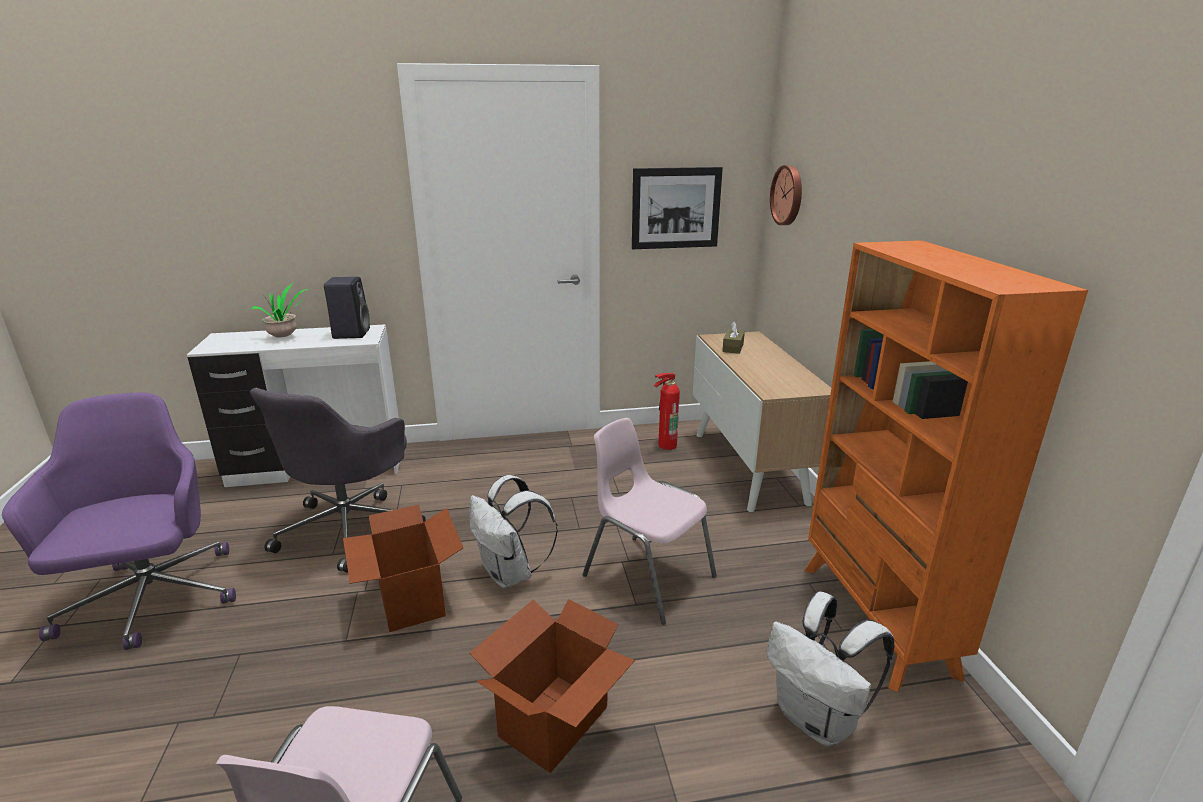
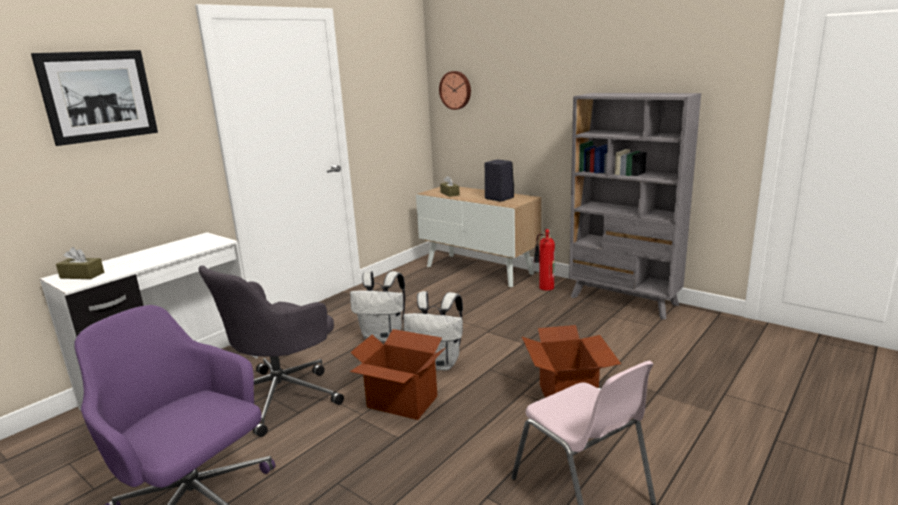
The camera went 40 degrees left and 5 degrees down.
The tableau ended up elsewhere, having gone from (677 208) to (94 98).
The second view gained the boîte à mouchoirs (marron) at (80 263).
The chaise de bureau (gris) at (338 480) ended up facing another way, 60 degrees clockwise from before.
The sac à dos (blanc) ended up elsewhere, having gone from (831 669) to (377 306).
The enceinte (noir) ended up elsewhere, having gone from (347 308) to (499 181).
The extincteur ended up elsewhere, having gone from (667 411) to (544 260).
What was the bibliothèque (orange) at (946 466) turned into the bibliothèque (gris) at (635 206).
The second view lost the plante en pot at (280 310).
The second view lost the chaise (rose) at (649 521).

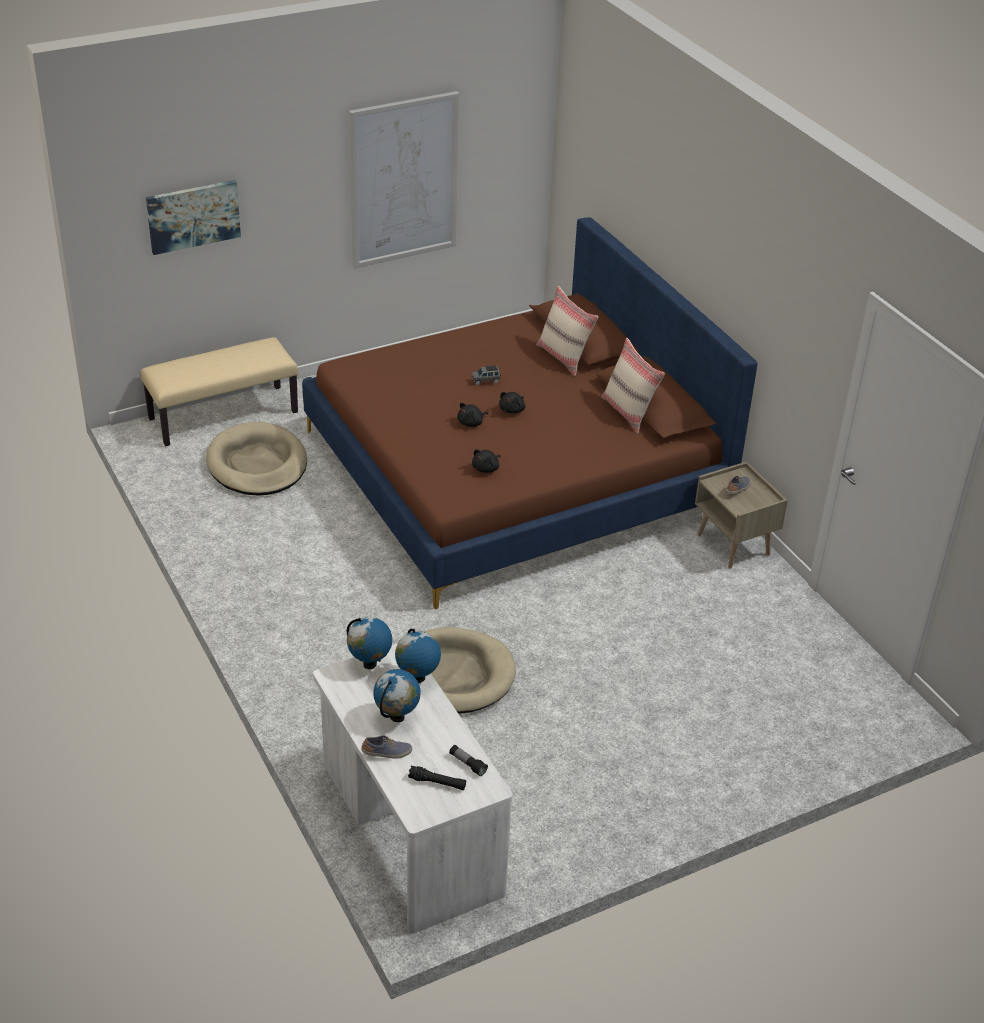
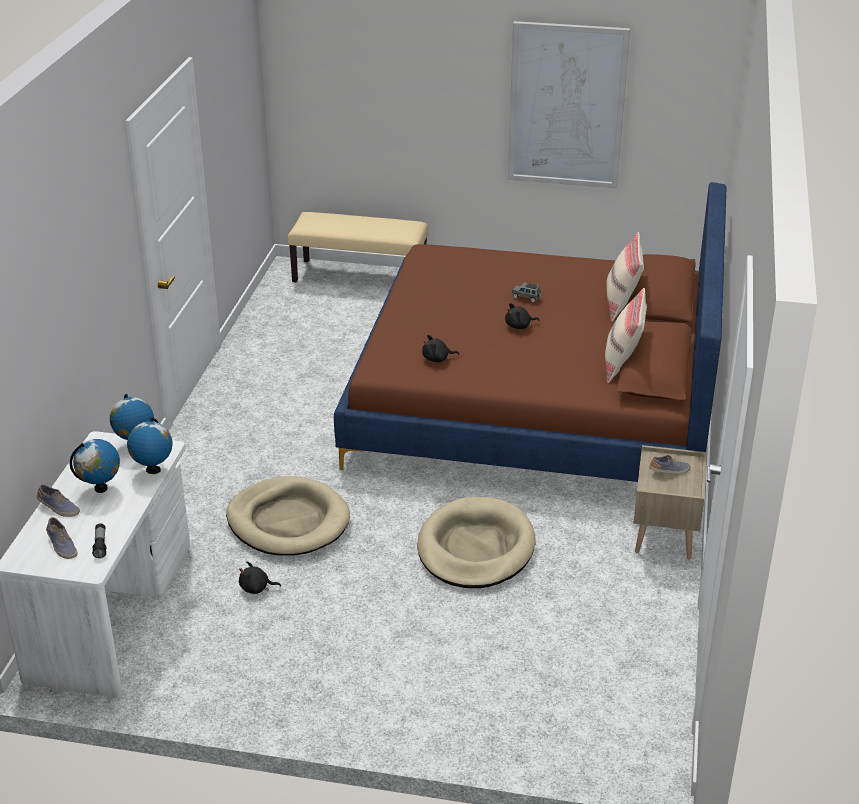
The camera went 40 degrees right and 5 degrees down.
Where the lampe de poche (noir) stood at (437 778), the chaussure came to stand at (61 538).
The peluche (noir) ended up elsewhere, having gone from (472 415) to (260 577).
The panier pour chien (beige) ended up elsewhere, having gone from (256 459) to (476 542).
The second view lost the tableau at (193 217).

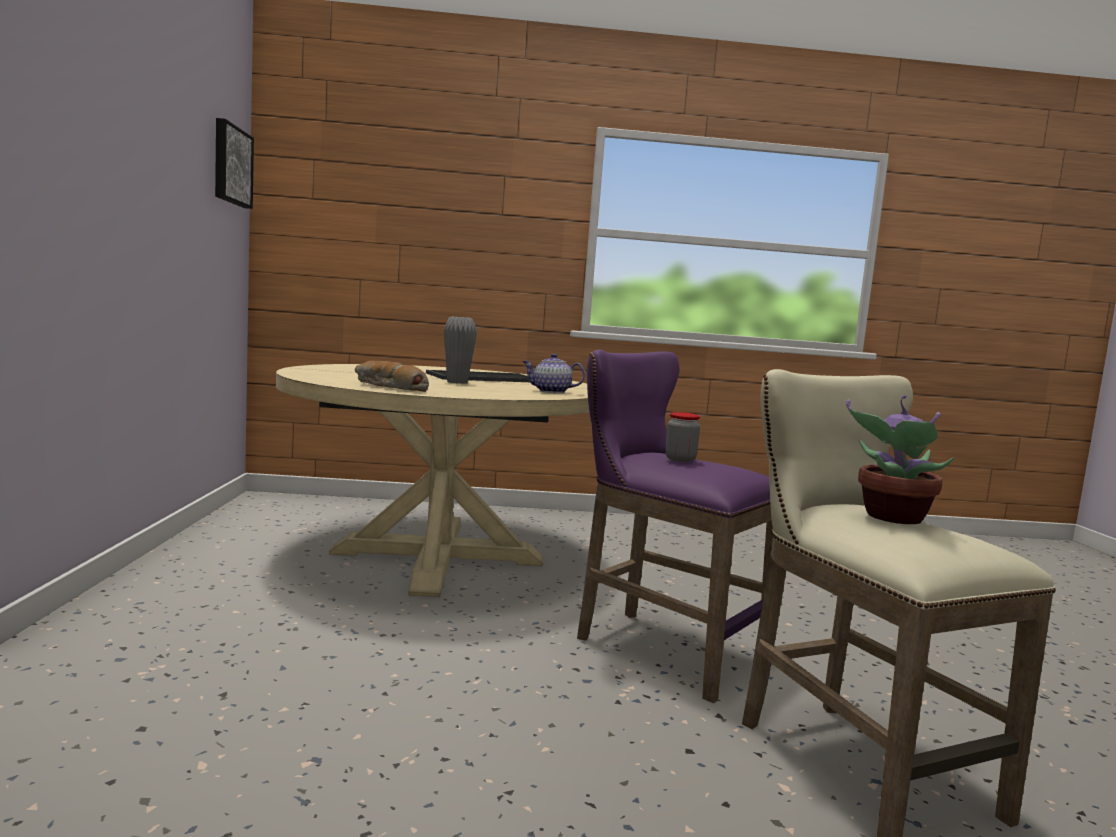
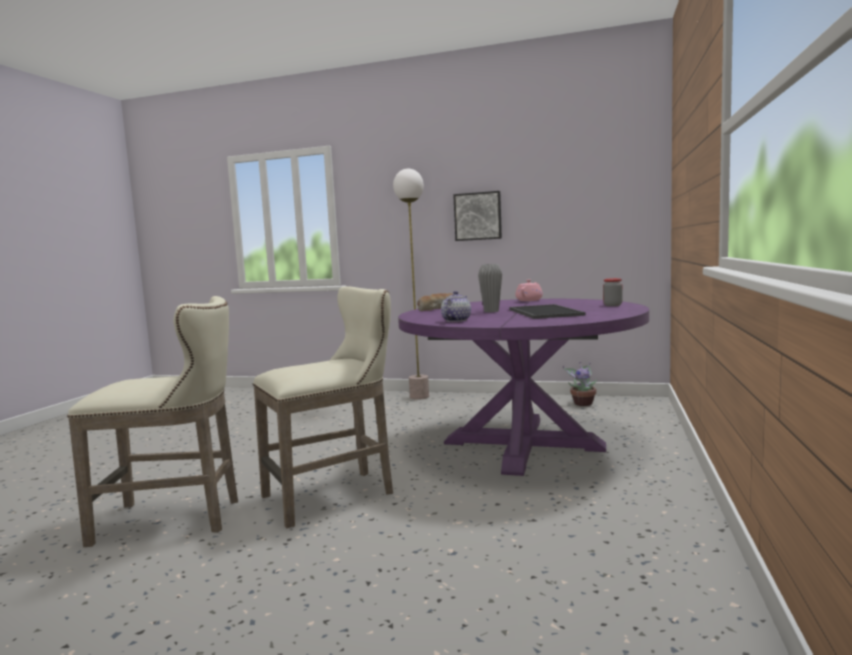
The camera went 110 degrees right and 0 degrees up.
What was the tabouret (violet) at (675 526) turned into the tabouret (beige) at (323 407).
The second view gained the lampadaire at (411 284).
What was the table à manger (beige) at (433 480) turned into the table à manger (violet) at (523 387).
The tableau ended up elsewhere, having gone from (234 163) to (477 216).
The second view gained the théière (rose) at (529 290).
The plante en pot ended up elsewhere, having gone from (900 459) to (580 384).
The bocal ended up elsewhere, having gone from (682 437) to (612 292).

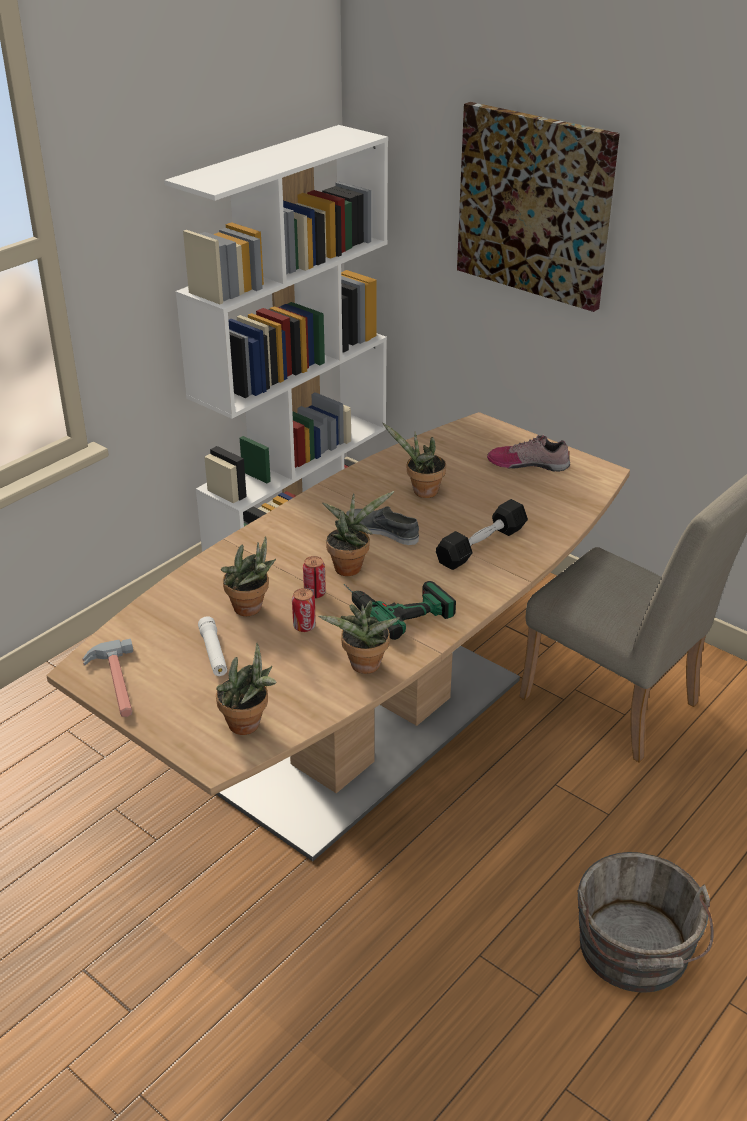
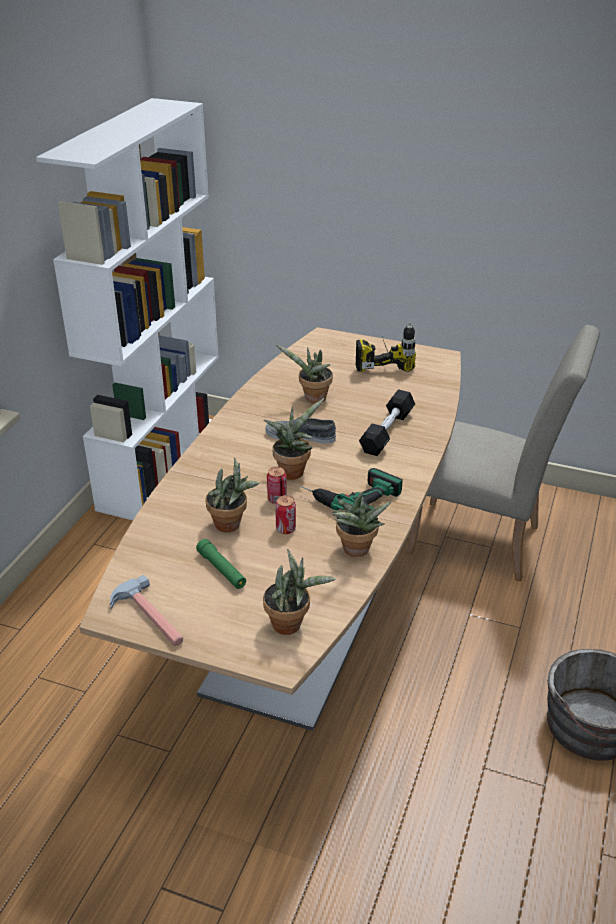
The camera went 20 degrees left and 0 degrees up.
What was the lampe de poche (blanc) at (212 646) turned into the lampe de poche (vert) at (221 564).
Where the chaussure stood at (528 453), the perceuse came to stand at (386 347).
The second view lost the tableau at (538 207).

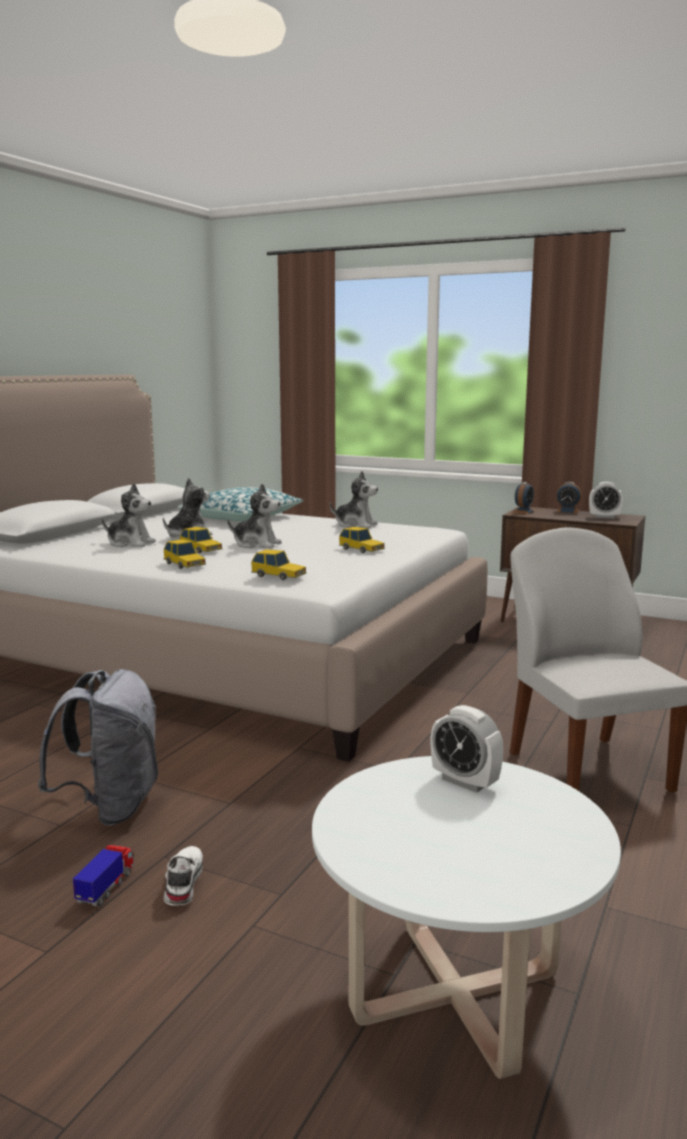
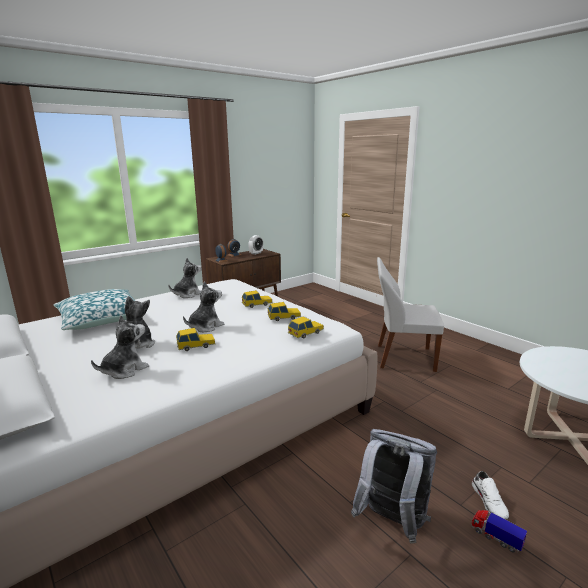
The camera went 65 degrees left and 5 degrees up.
The petite voiture ended up elsewhere, having gone from (184 554) to (284 311).
The chaussure (blanc) at (183 876) ended up facing another way, 120 degrees counterclockwise from before.
The second view lost the réveil at (467 749).

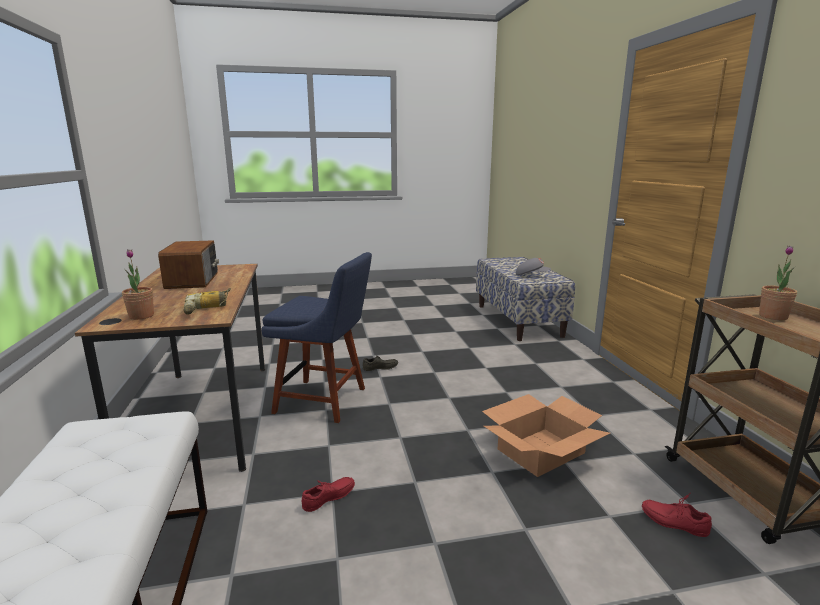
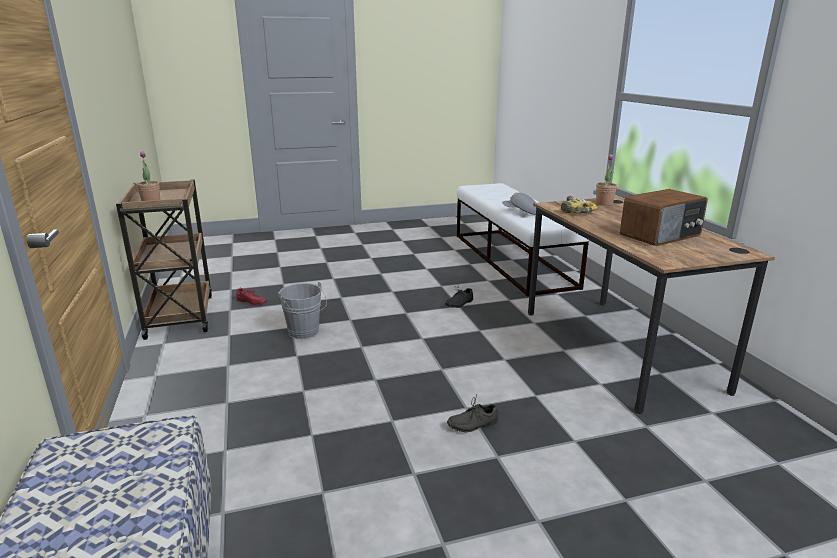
The camera went 175 degrees right and 5 degrees up.
Where the carton stood at (546 435), the seau (gris) came to stand at (302 310).
What was the chaussure (rouge) at (328 494) turned into the chaussure (noir) at (459 295).
The casquette (gris) ended up elsewhere, having gone from (533 266) to (519 204).
The radio at (188 264) ended up facing another way, 105 degrees counterclockwise from before.
The second view lost the chaise (bleu) at (316 337).

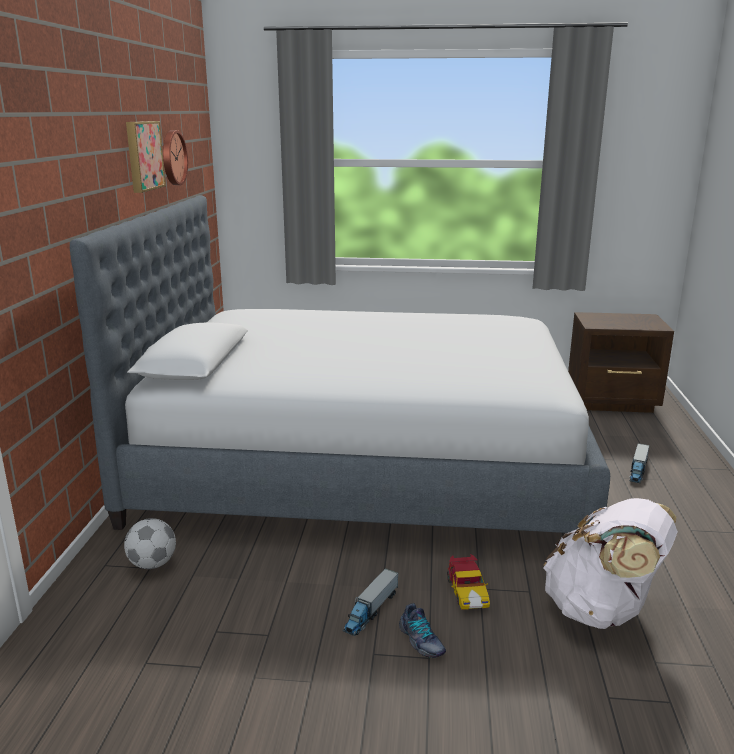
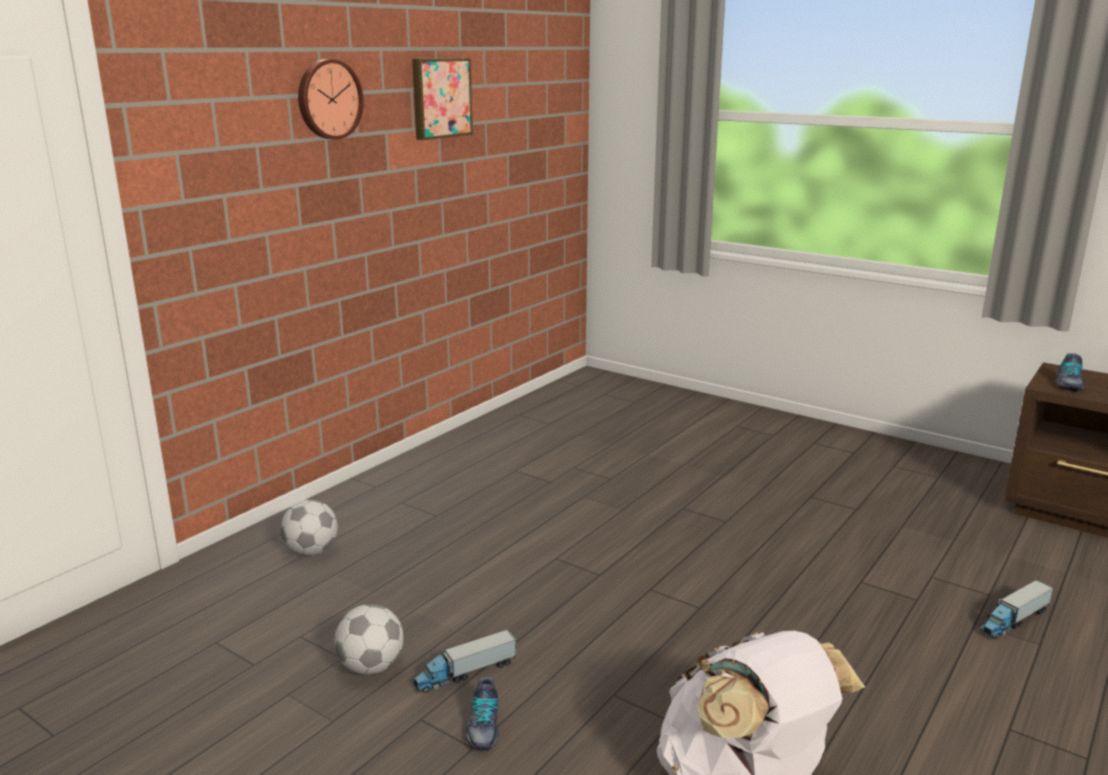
The camera went 30 degrees right and 0 degrees up.
The horloge murale ended up elsewhere, having gone from (175 157) to (331 99).
The second view gained the ballon de foot at (369 639).
The second view gained the chaussure at (1070 372).
The second view lost the lit at (340 364).
The second view lost the petite voiture at (468 582).

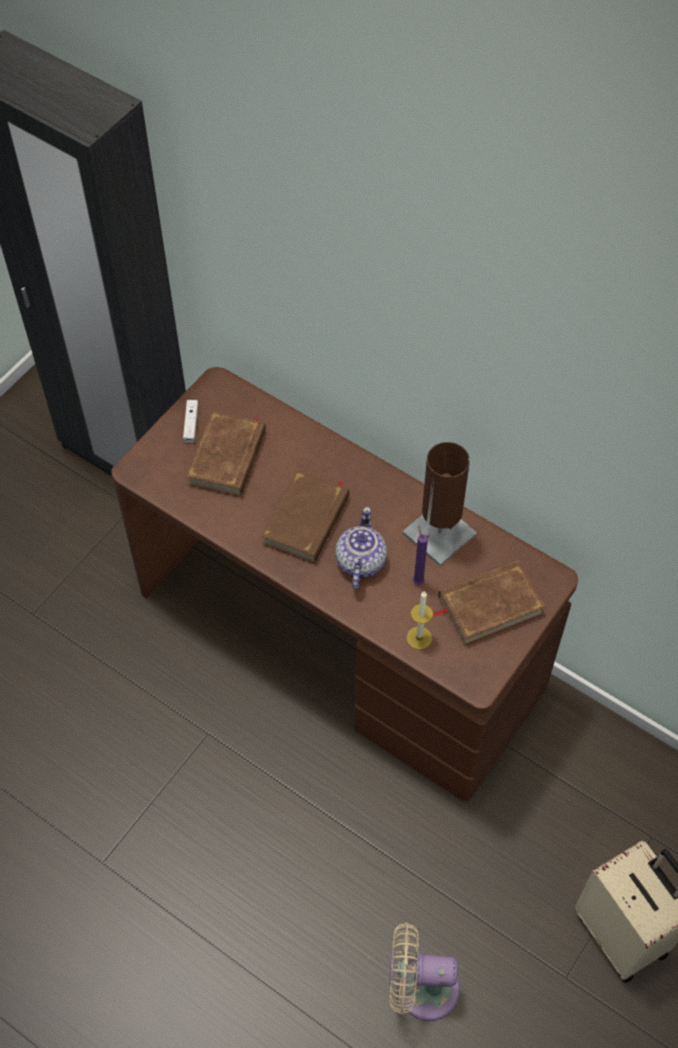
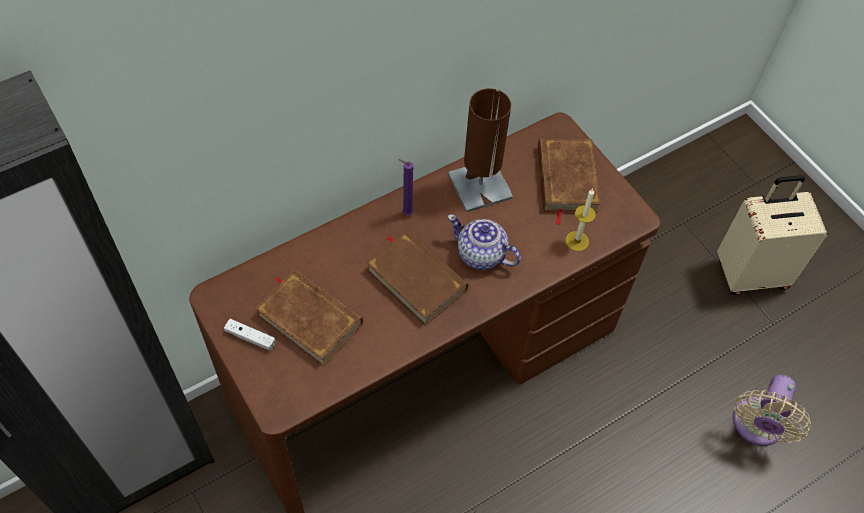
The camera went 70 degrees left and 0 degrees up.
The bougie (violet) ended up elsewhere, having gone from (420 555) to (405 187).

